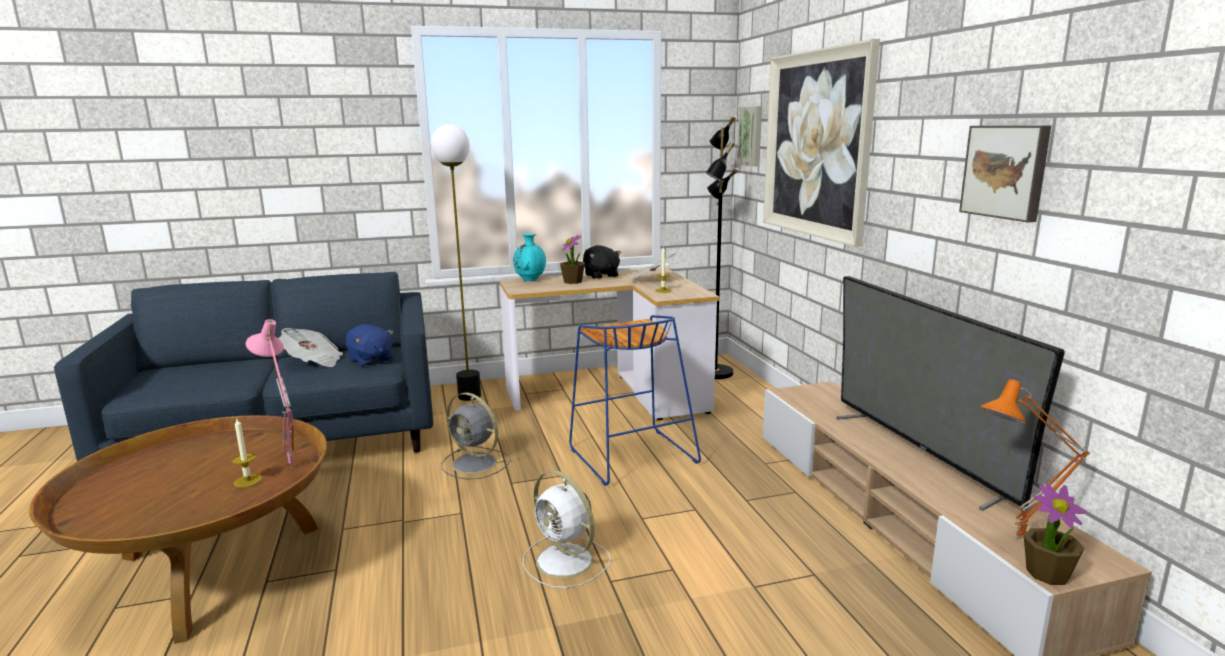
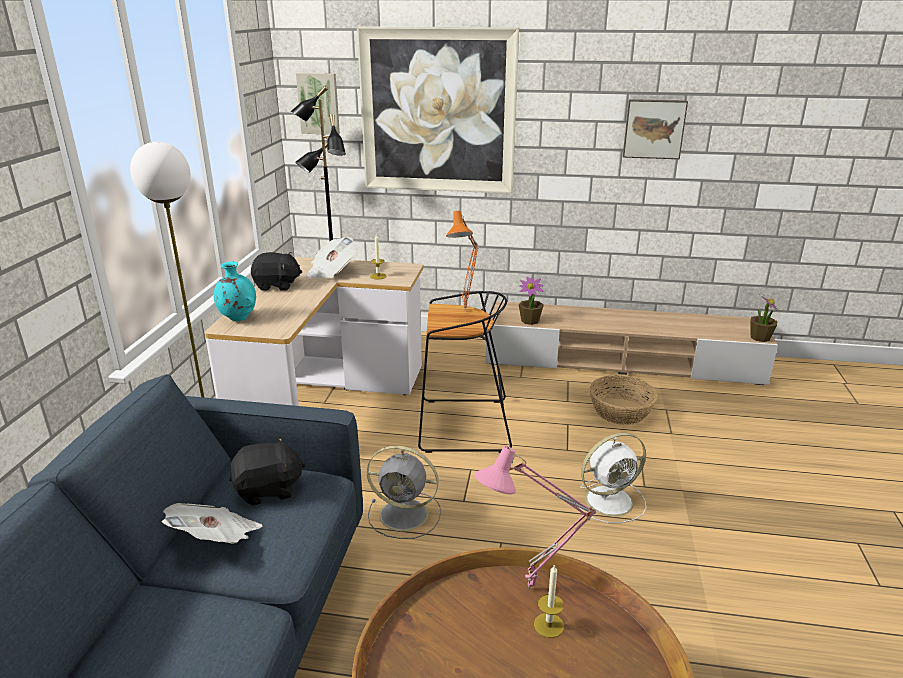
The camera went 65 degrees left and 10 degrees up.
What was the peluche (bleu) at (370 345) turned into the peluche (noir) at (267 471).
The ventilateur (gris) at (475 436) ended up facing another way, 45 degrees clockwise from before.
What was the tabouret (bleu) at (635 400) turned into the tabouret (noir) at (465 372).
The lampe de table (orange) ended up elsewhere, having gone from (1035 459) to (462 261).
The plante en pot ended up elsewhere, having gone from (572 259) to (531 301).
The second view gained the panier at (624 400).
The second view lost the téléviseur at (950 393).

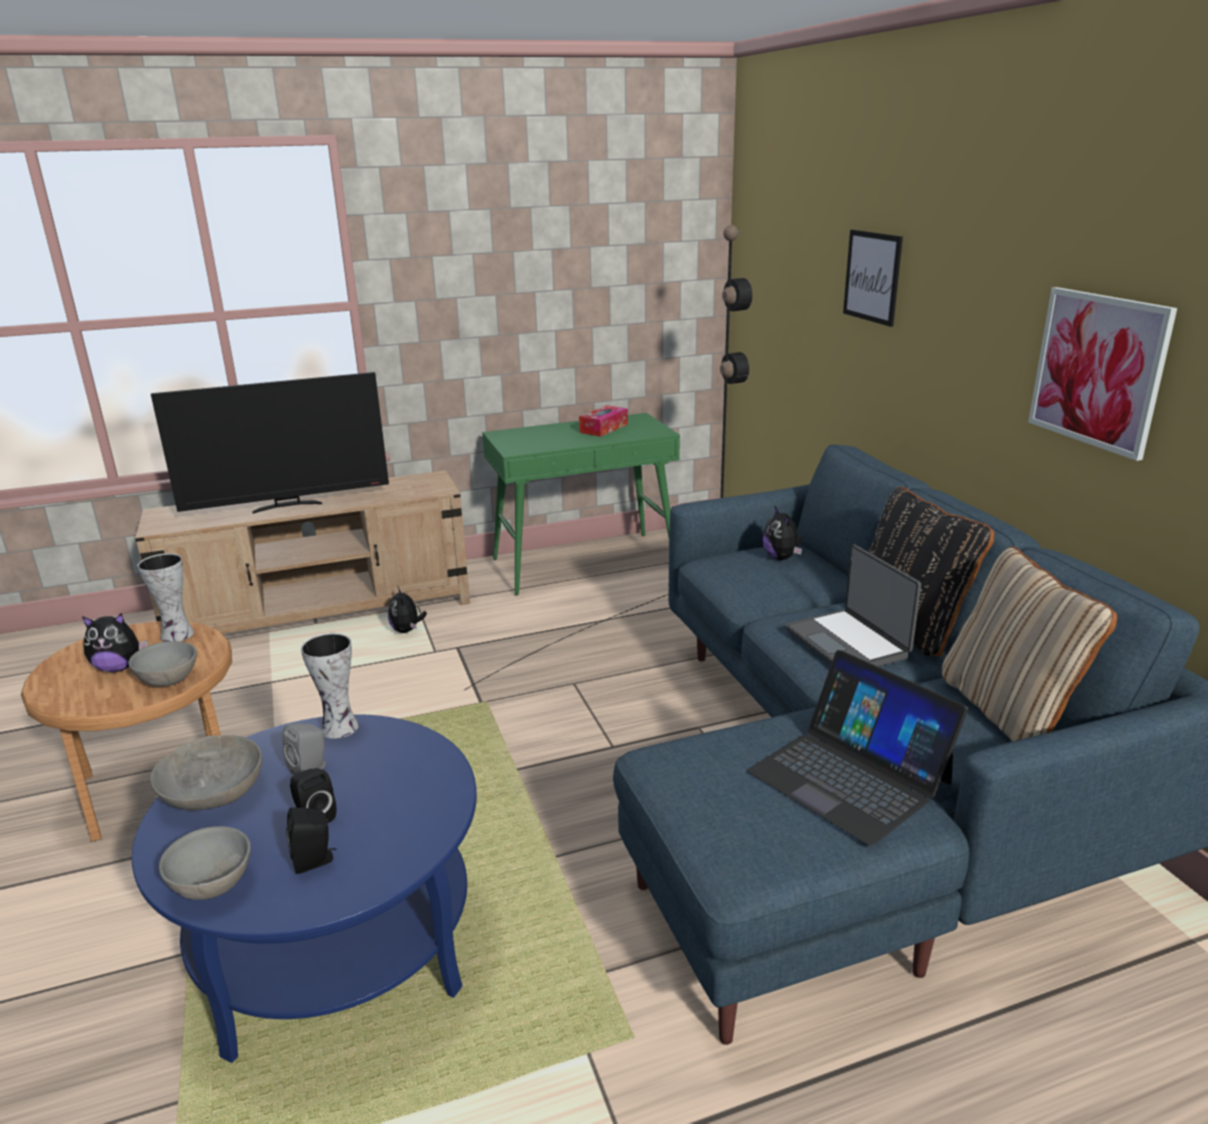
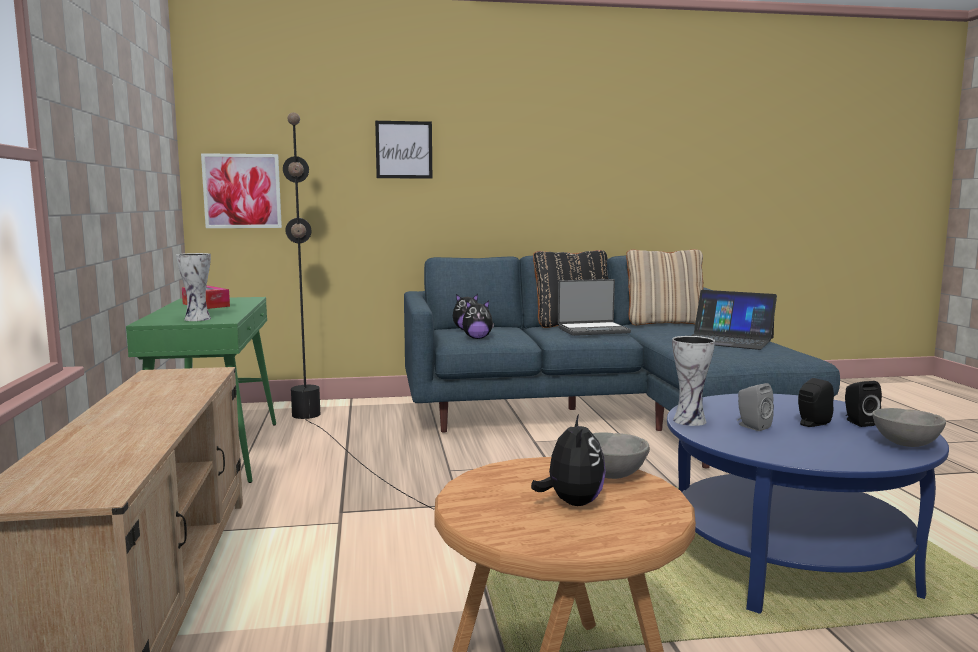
The camera went 80 degrees left and 15 degrees down.
The vase ended up elsewhere, having gone from (165 597) to (193 287).
The tableau ended up elsewhere, having gone from (1102 374) to (241 190).
The peluche ended up elsewhere, having gone from (407 610) to (478 320).
The ordinateur portable at (857 748) ended up facing another way, 60 degrees clockwise from before.
The second view lost the bol (gris) at (206 772).
The second view lost the téléviseur at (270 442).

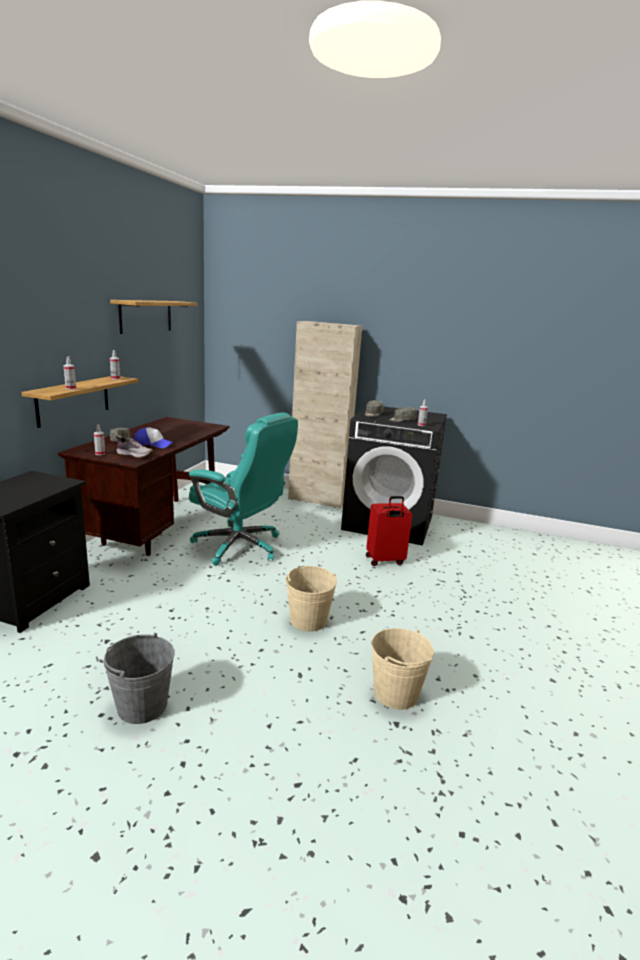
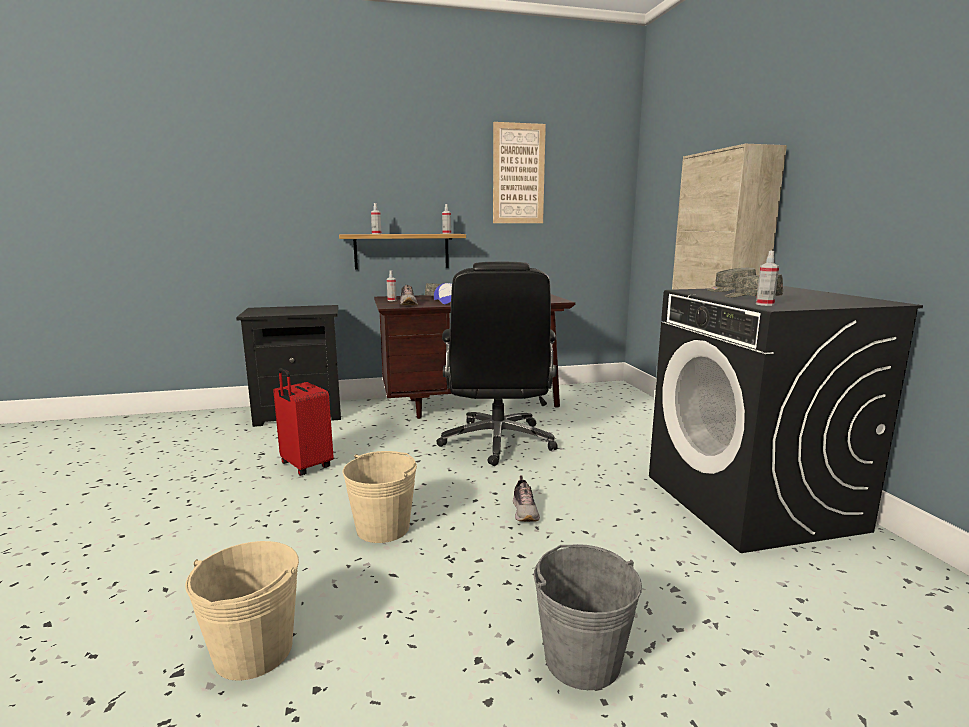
The camera went 60 degrees right and 5 degrees down.
The valise (rouge) ended up elsewhere, having gone from (389 531) to (303 422).
What was the chaise de bureau (turquoise) at (243 489) turned into the chaise de bureau (noir) at (497 364).
Where the étagère hung at (153 317), the tableau came to hang at (519 172).
The second view gained the chaussure at (526 498).
The seau (gris) ended up elsewhere, having gone from (139 678) to (588 617).

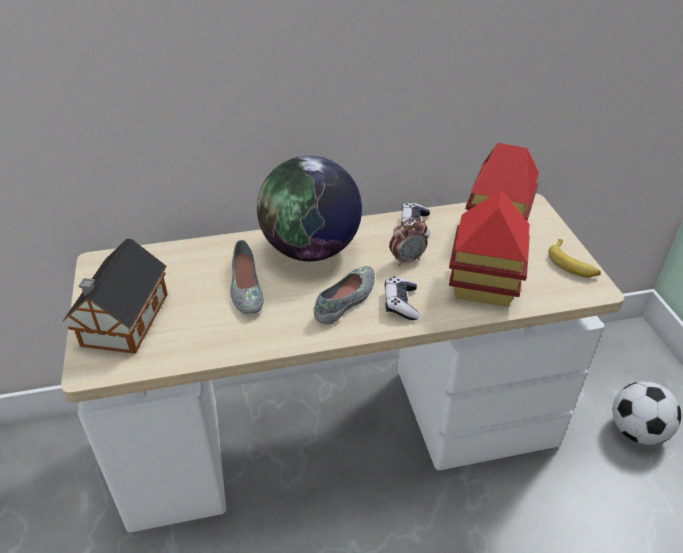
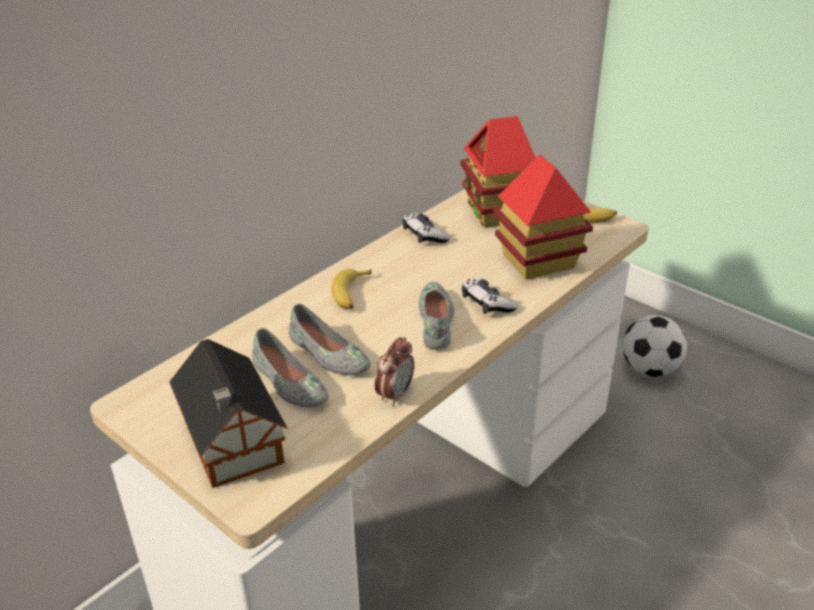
The camera went 35 degrees left and 5 degrees down.
The second view gained the chaussure (gris) at (290 368).
Where the globe stood at (309 208), the banane came to stand at (351 289).
The réveil ended up elsewhere, having gone from (408 242) to (394 371).

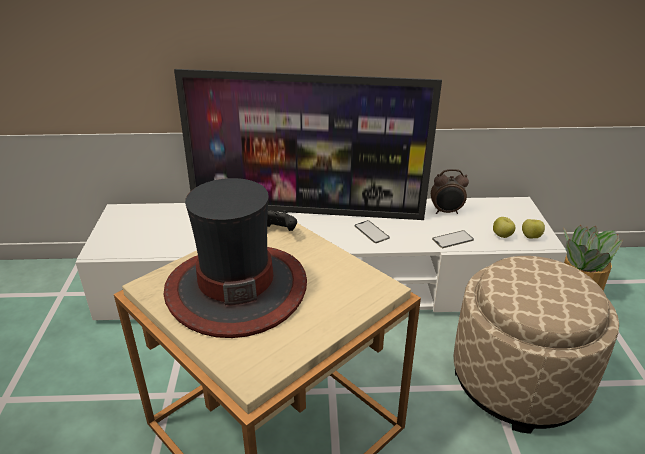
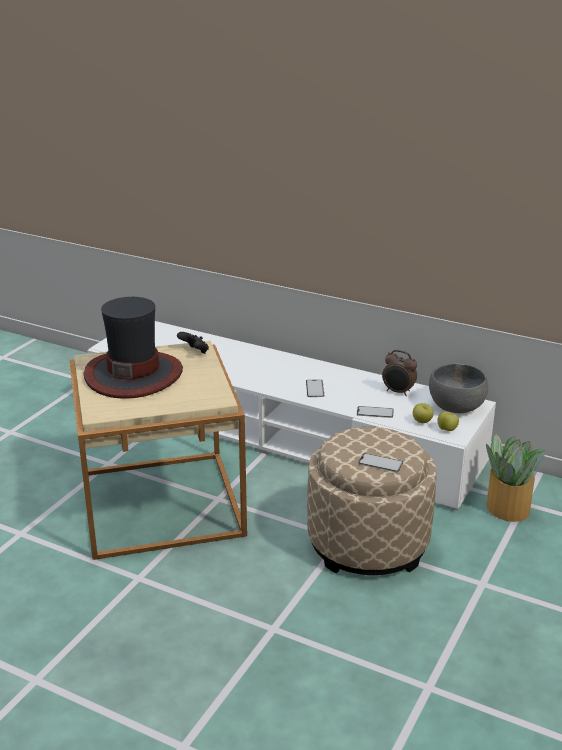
The camera went 30 degrees right and 5 degrees down.
The second view gained the téléphone at (380 462).
The second view gained the bol (gris) at (458 388).
The second view lost the téléviseur at (308 144).

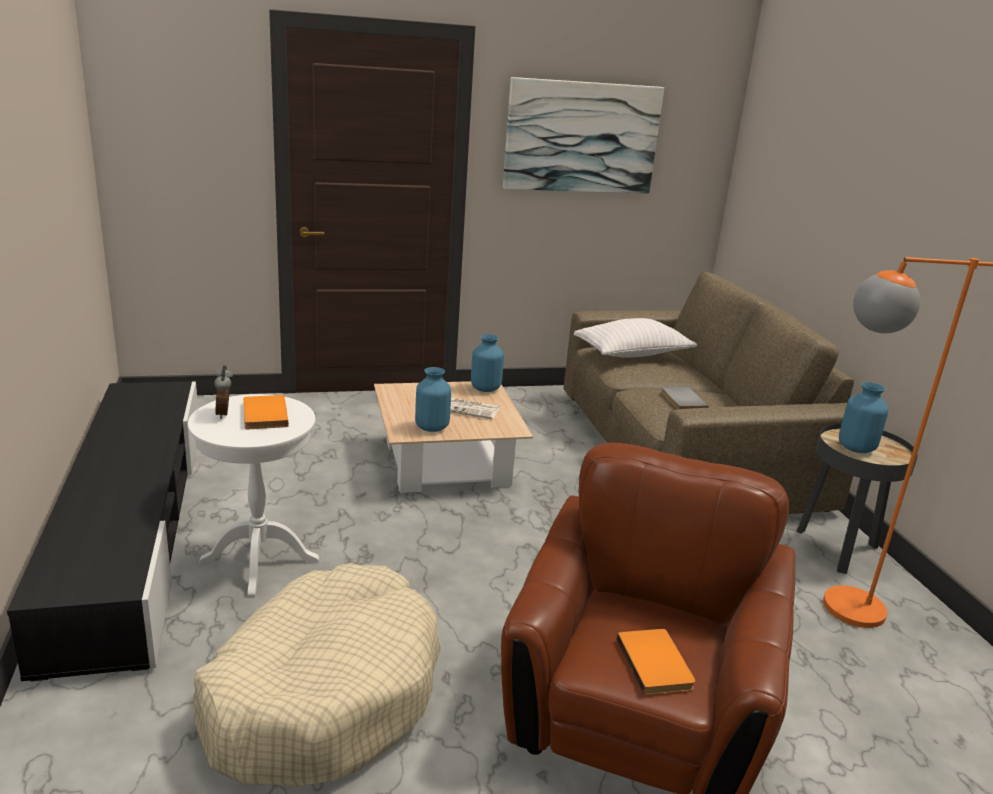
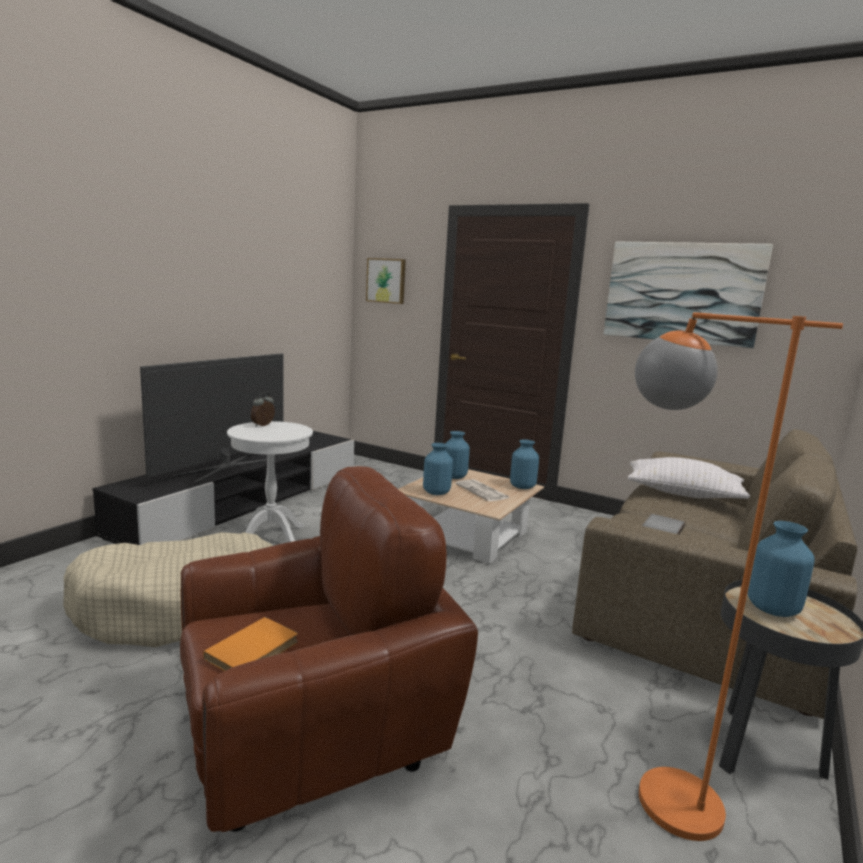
The camera went 45 degrees right and 10 degrees down.
The second view gained the téléviseur at (212 418).
The second view gained the tableau at (386 281).
The second view gained the vase (bleu) at (457 455).
The second view lost the livre (orange) at (266 412).

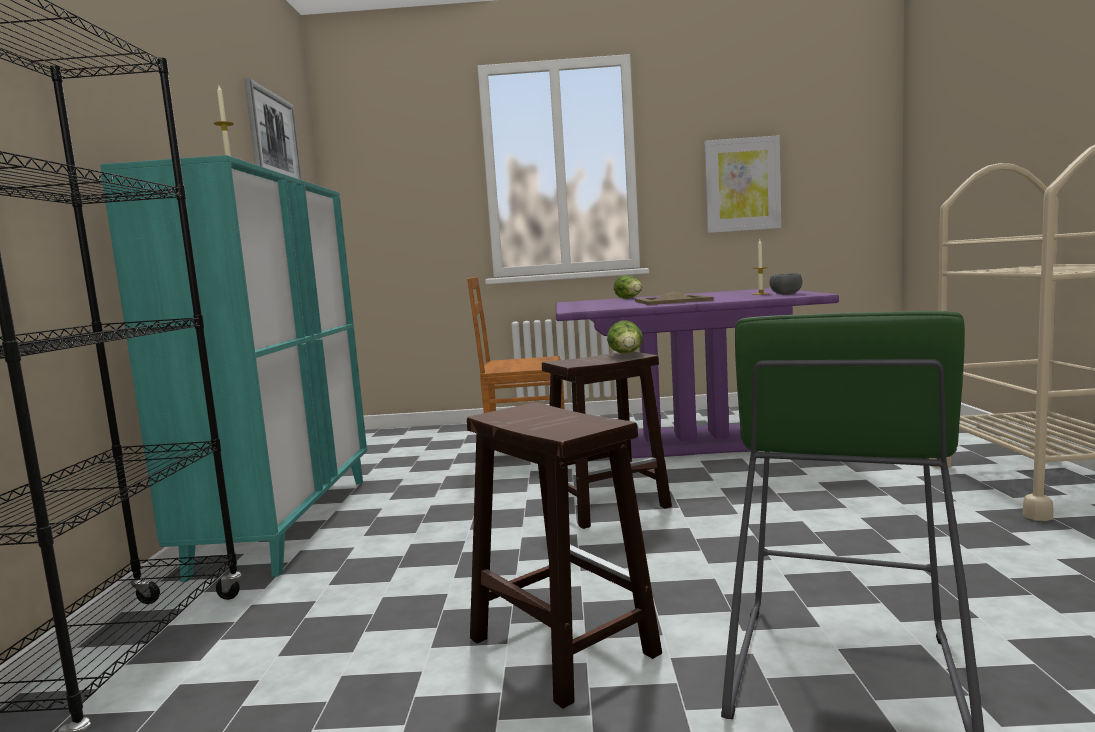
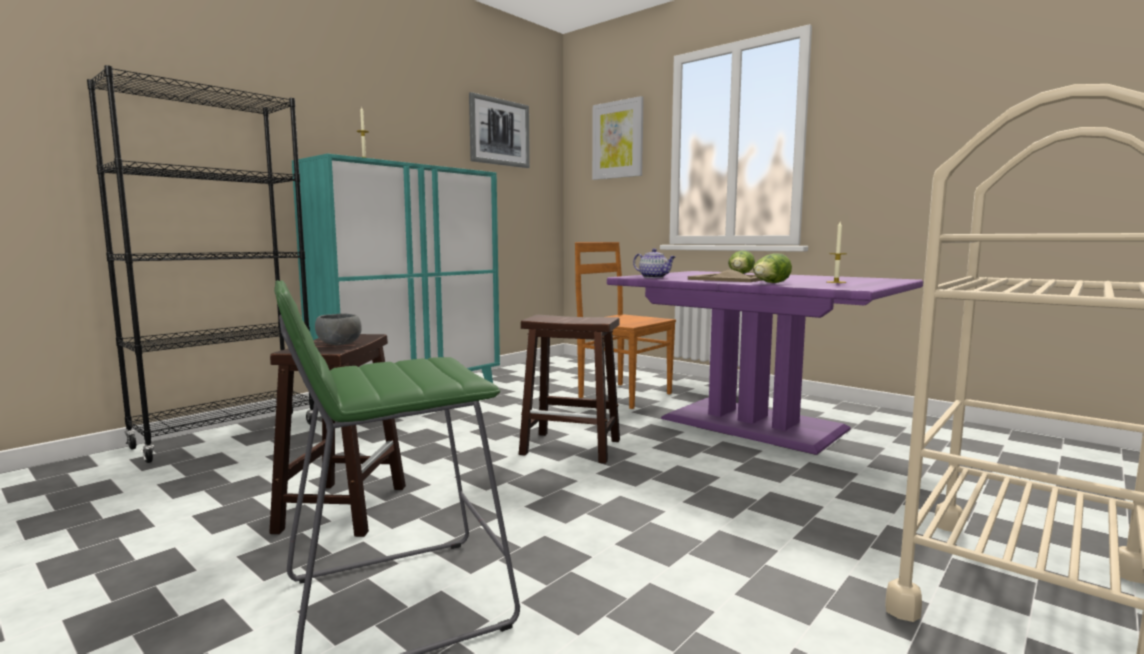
The camera went 40 degrees right and 0 degrees up.
The bol (gris) ended up elsewhere, having gone from (785 284) to (338 329).
The tableau ended up elsewhere, having gone from (742 184) to (618 138).
The second view gained the théière at (654 263).
The laitue ended up elsewhere, having gone from (625 337) to (772 268).

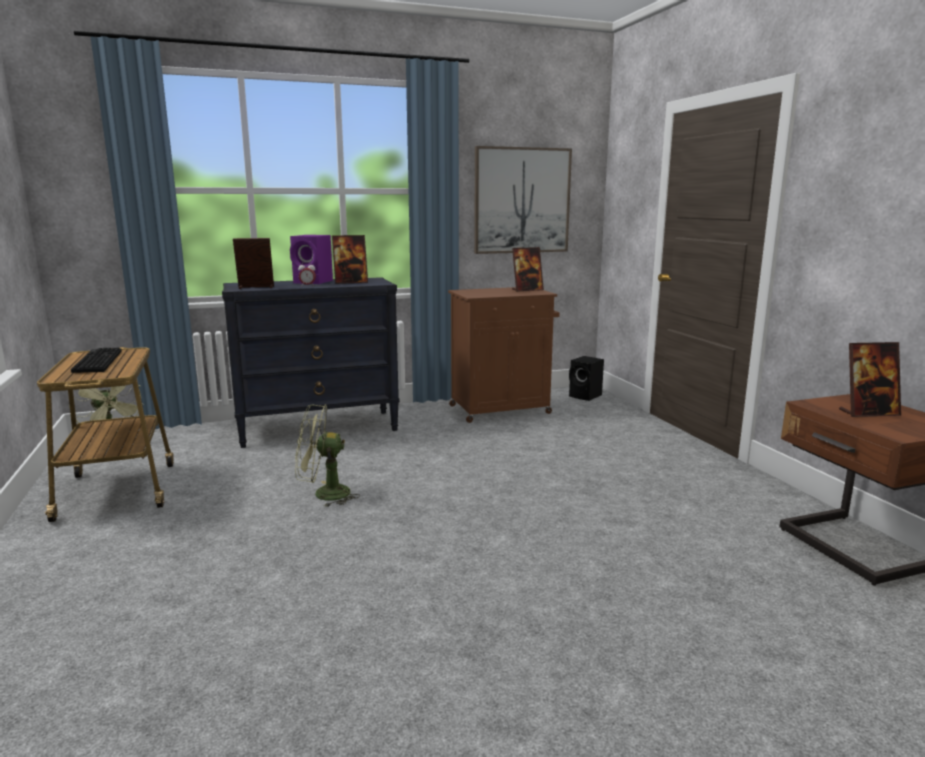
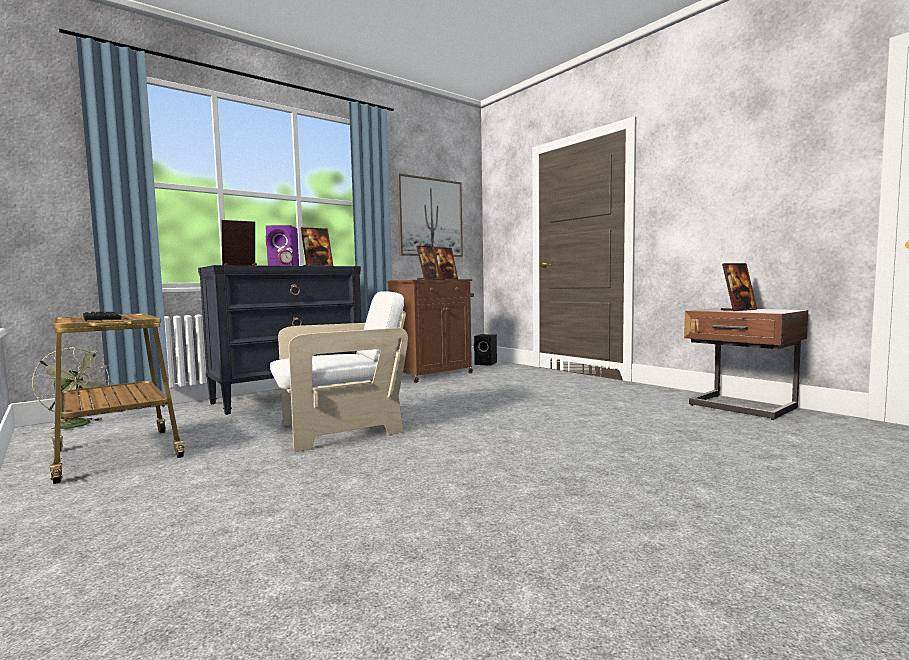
The camera went 20 degrees left and 10 degrees down.
Where the ventilateur (vert) stood at (327 456), the fauteuil (blanc) came to stand at (339 371).
The second view gained the cadre photo at (428 262).

